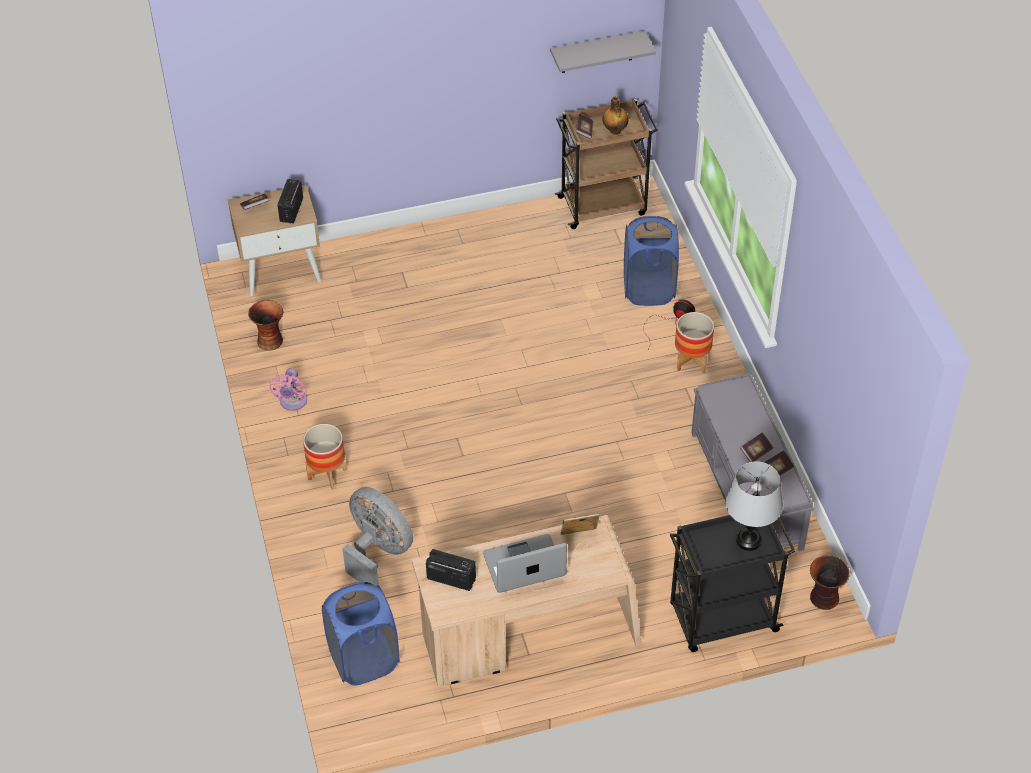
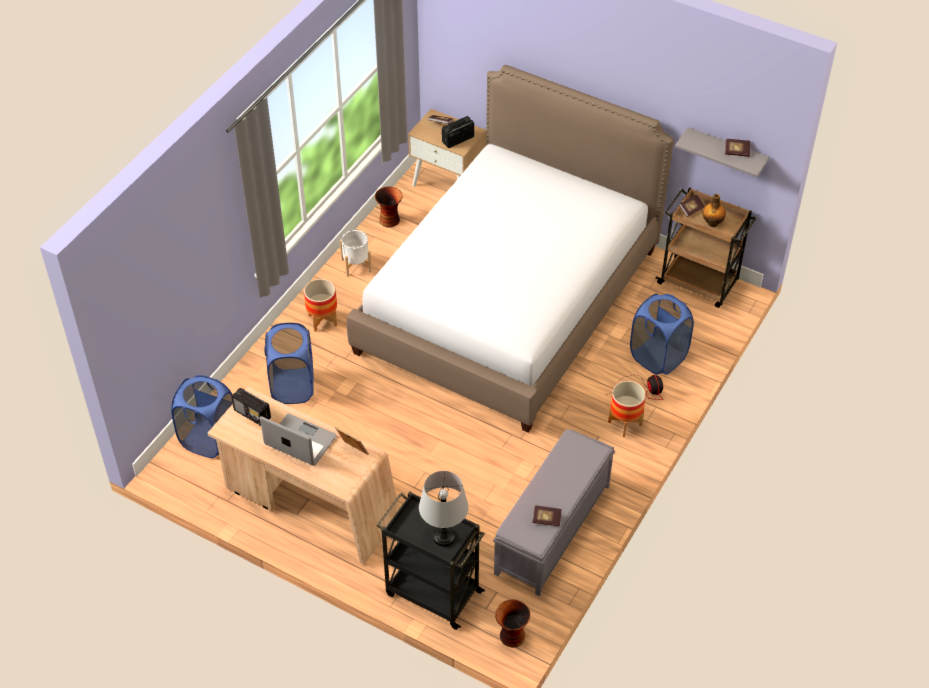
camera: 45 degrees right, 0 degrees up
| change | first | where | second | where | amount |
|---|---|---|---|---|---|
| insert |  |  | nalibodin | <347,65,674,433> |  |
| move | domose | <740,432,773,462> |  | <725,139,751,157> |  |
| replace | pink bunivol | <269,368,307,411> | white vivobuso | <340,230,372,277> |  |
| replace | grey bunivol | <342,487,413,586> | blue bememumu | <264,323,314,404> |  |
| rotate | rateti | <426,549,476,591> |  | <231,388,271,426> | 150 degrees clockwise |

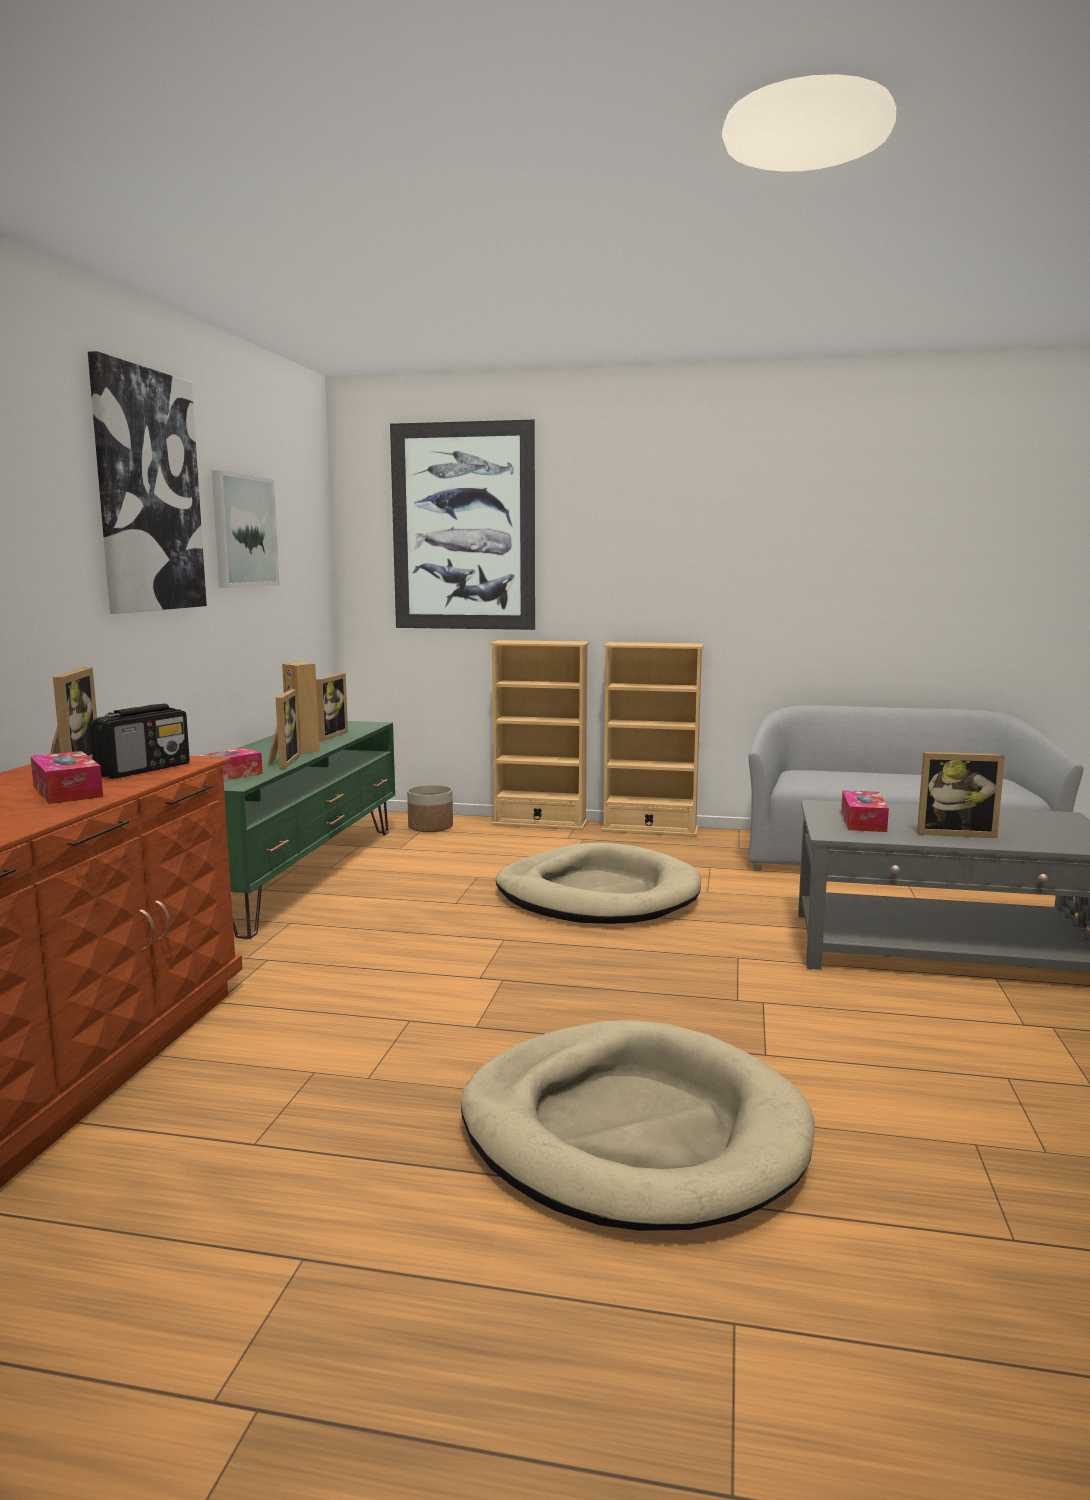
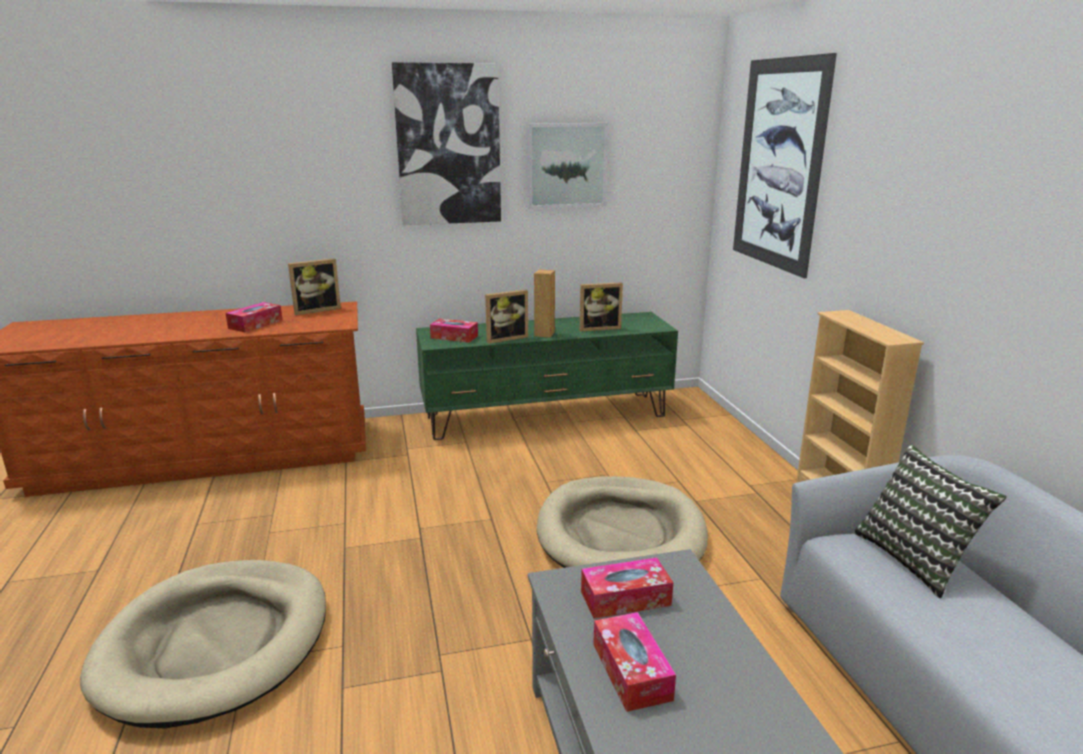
camera: 65 degrees right, 10 degrees up
| change | first | where | second | where | amount |
|---|---|---|---|---|---|
| delete | rateti | <89,704,190,779> |  |  |  |
| delete | vivobuso | <407,785,453,832> |  |  |  |
| delete | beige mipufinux | <490,640,589,830> |  |  |  |
| insert |  |  | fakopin | <854,445,1007,598> |  |
| replace | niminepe | <917,752,1005,838> | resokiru | <593,612,676,712> |  |

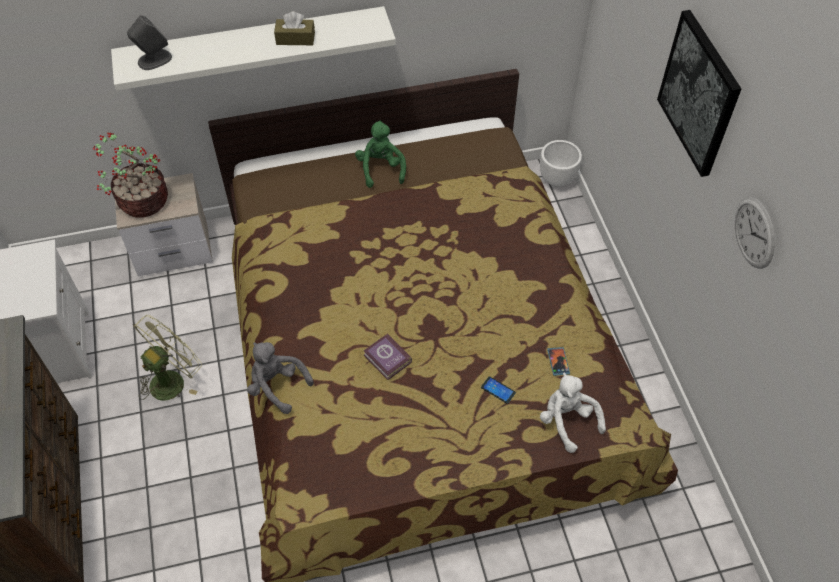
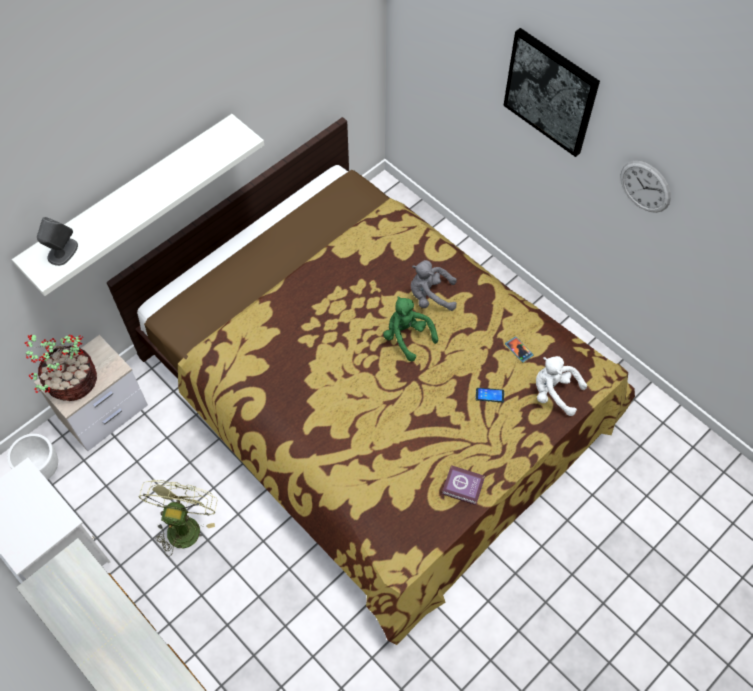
camera: 30 degrees left, 5 degrees up
| change | first | where | second | where | amount |
|---|---|---|---|---|---|
| delete | brown resokiru | <274,12,315,45> |  |  |  |
| move | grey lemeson | <247,342,314,414> |  | <411,260,457,311> |  |
| move | green lemeson | <355,121,406,188> |  | <383,296,438,362> |  |
| move | domose | <364,334,412,380> |  | <442,465,485,505> |  |
| move | white vivobuso | <540,140,582,187> |  | <7,434,58,480> |  |

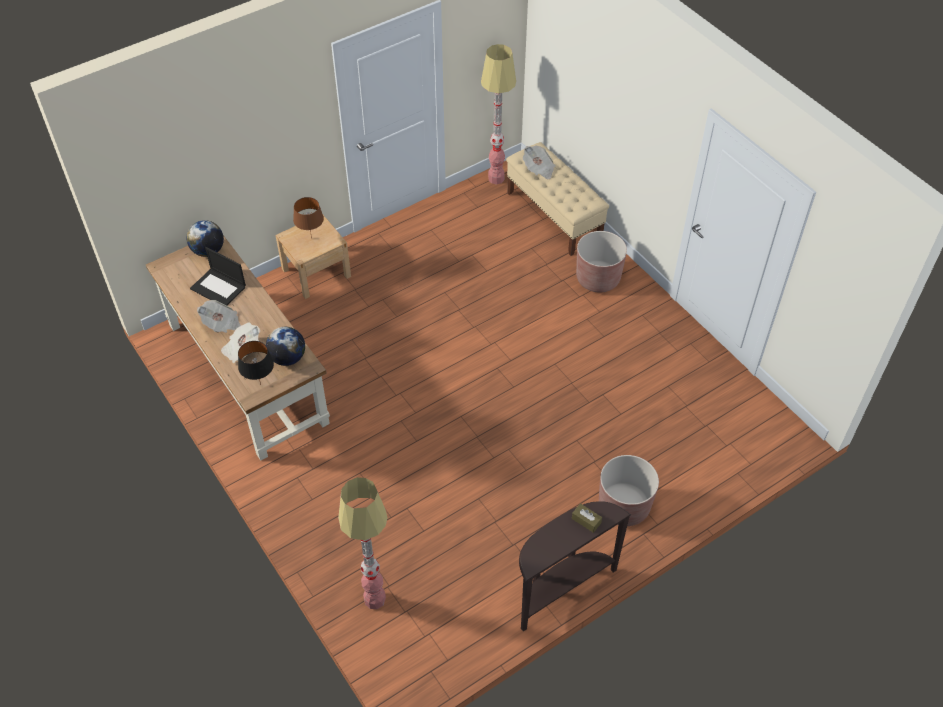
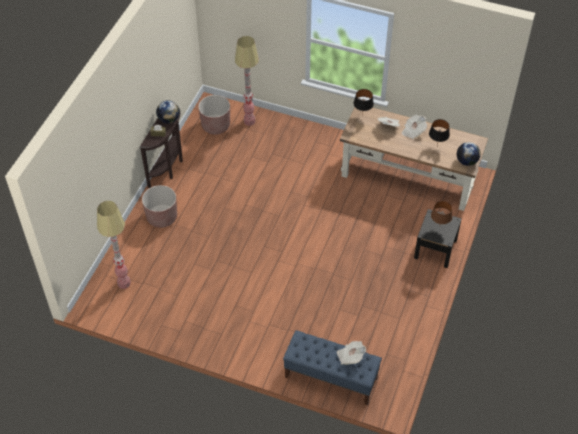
camera: 145 degrees right, 0 degrees up
| change | first | where | second | where | amount |
|---|---|---|---|---|---|
| move | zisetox | <266,327,305,366> |  | <156,100,180,124> |  |
| move | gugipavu | <481,44,516,184> |  | <97,201,131,289> |  |
| move | brown vivobuso | <576,231,627,293> |  | <198,95,230,135> |  |
| replace | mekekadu | <190,247,246,305> | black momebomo | <429,119,450,146> |  |
| recolor | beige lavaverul | <275,215,351,299> | black lavaverul | <414,209,462,268> |  |
| recolor | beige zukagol | <506,142,609,256> | blue zukagol | <283,330,382,405> |  |

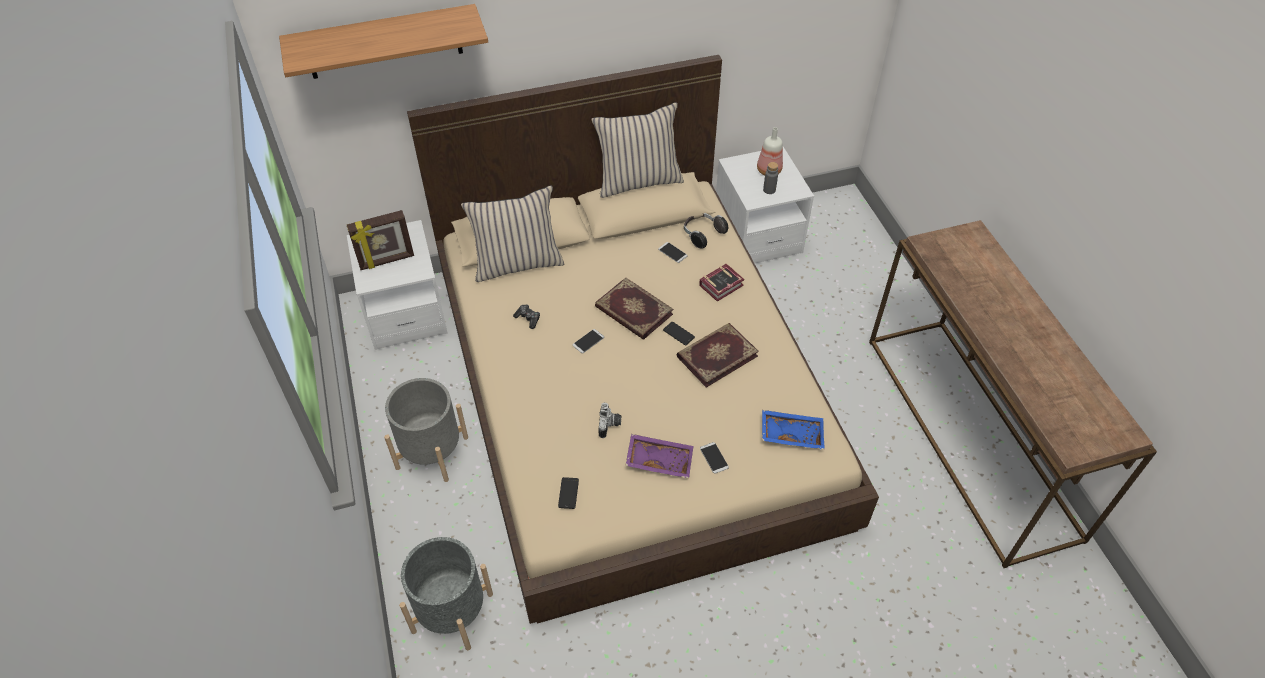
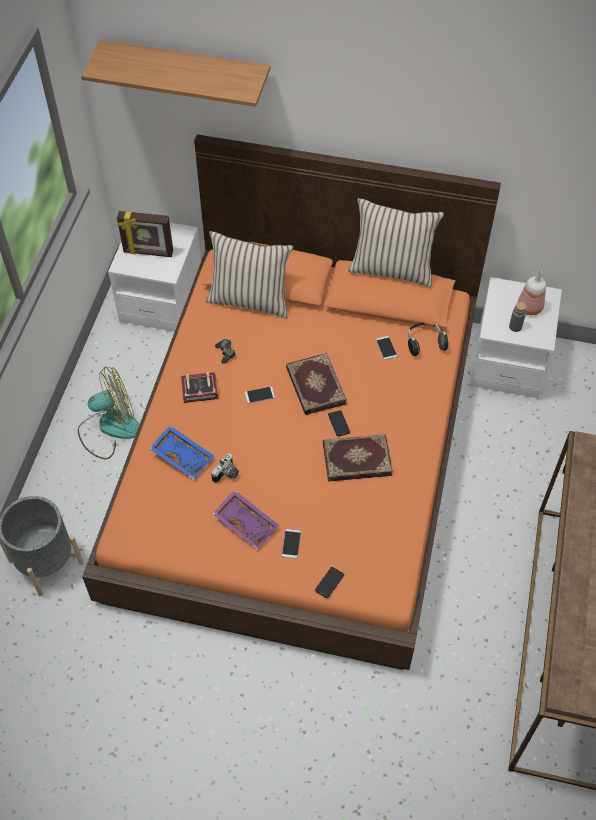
camera: 30 degrees right, 5 degrees up
| change | first | where | second | where | amount |
|---|---|---|---|---|---|
| move | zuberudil | <558,477,579,509> |  | <315,567,344,598> |  |
| move | domose | <699,264,745,302> |  | <181,372,218,403> |  |
| move | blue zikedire | <762,410,825,450> |  | <149,426,214,479> |  |
| replace | grey vivobuso | <384,378,468,482> | bunivol | <78,367,140,459> |  |
| recolor | beige nalibodin | <407,55,879,624> | orange nalibodin | <82,134,501,670> |  |

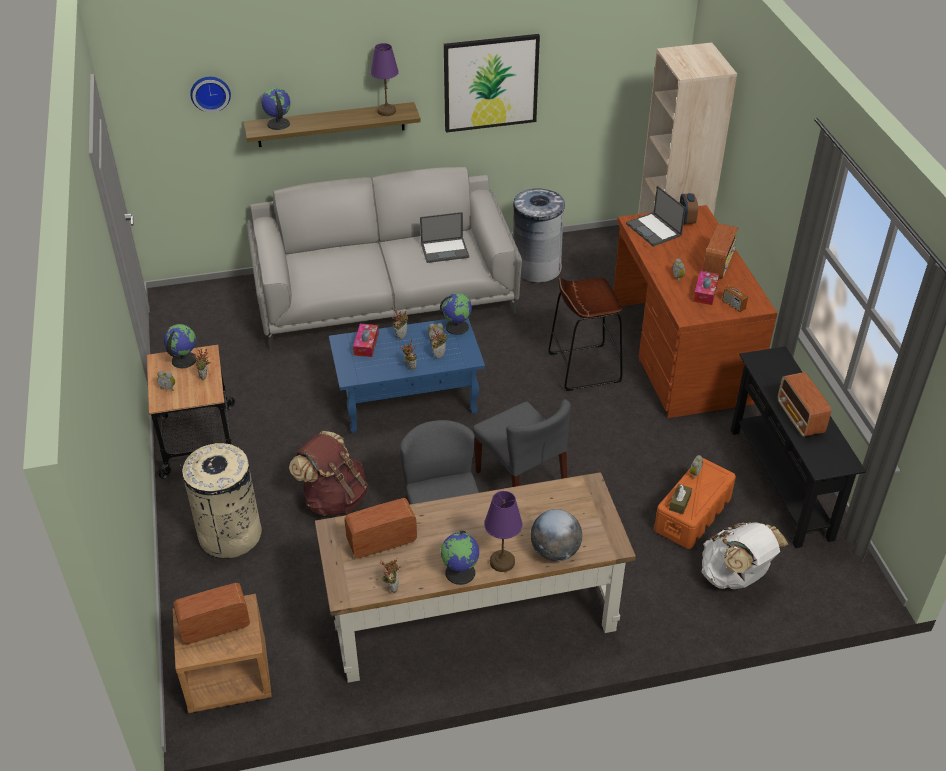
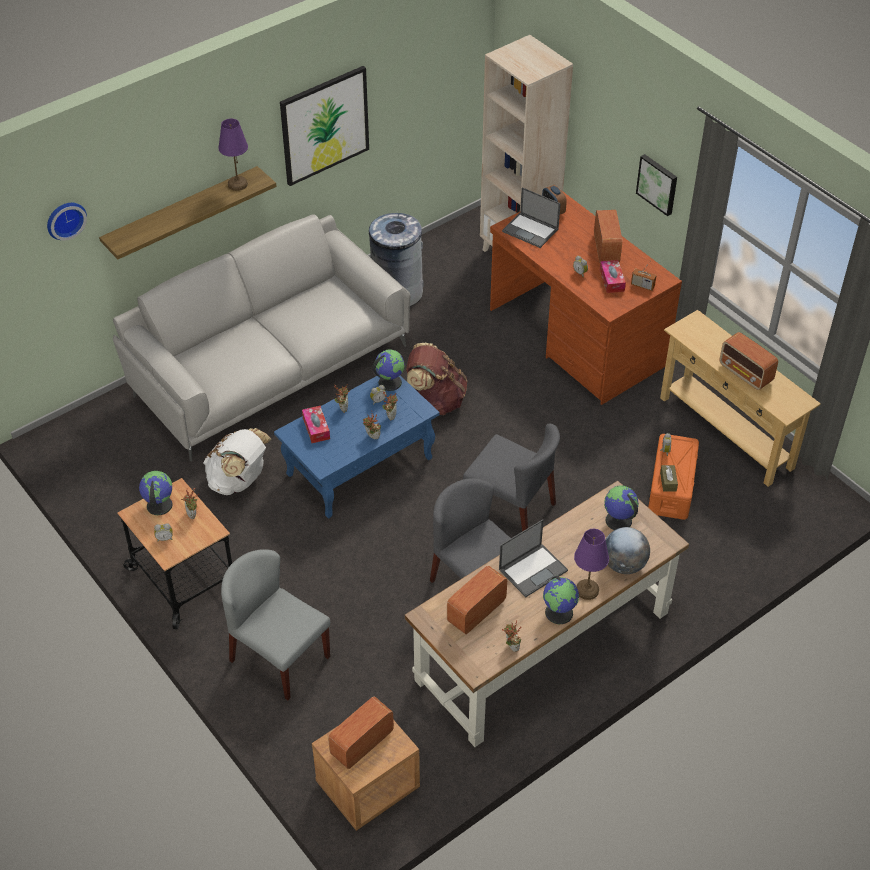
camera: 25 degrees left, 5 degrees up
| change | first | where | second | where | amount |
|---|---|---|---|---|---|
| delete | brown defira | <549,277,622,391> |  |  |  |
| insert |  |  | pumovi | <636,154,677,216> |  |
| move | zisetox | <261,88,291,130> |  | <604,485,639,530> |  |
| move | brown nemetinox | <289,431,368,516> |  | <406,343,467,415> |  |
| move | mekekadu | <420,212,469,263> |  | <499,519,568,597> |  |
| move | white nemetinox | <702,522,788,589> |  | <203,428,271,495> |  |
| replace | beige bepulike | <180,443,262,558> | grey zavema | <221,549,330,700> |  |
| recolor | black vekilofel | <731,346,866,548> | beige vekilofel | <660,310,821,487> |  |

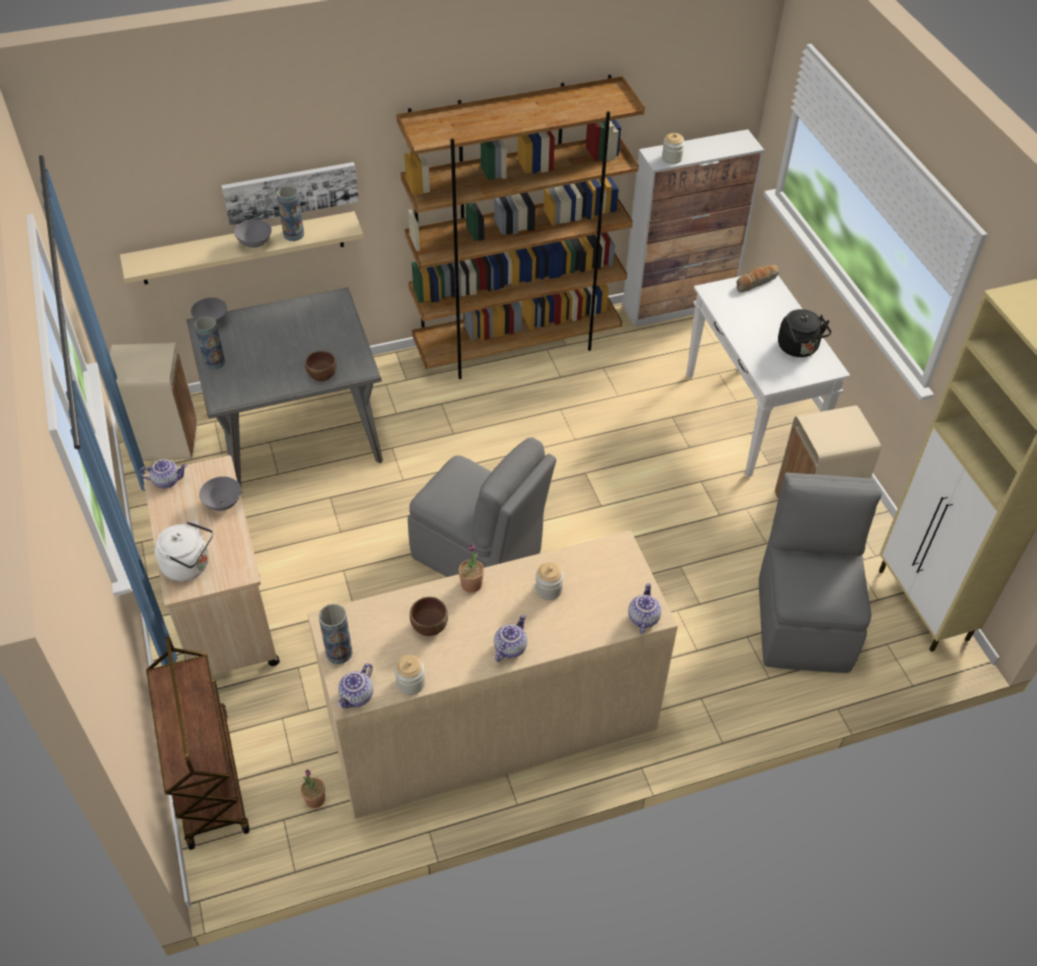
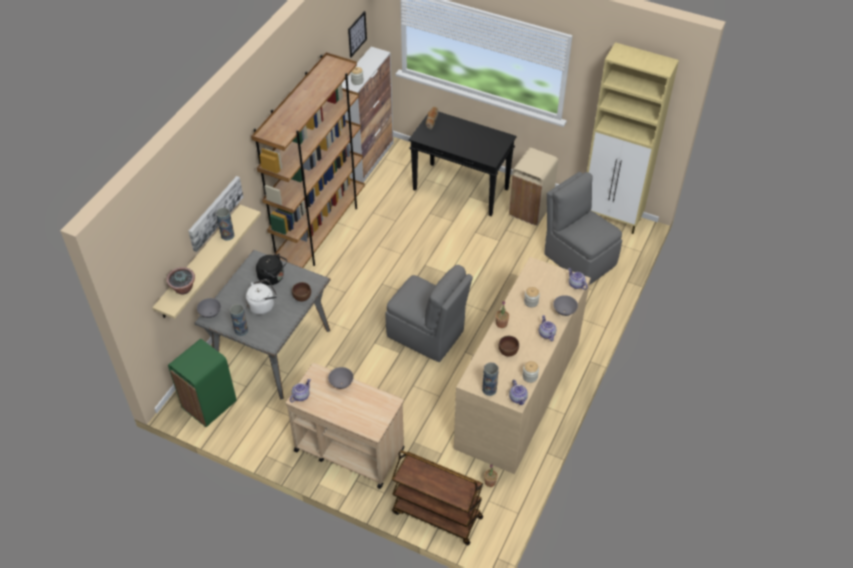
camera: 45 degrees left, 0 degrees up
| change | first | where | second | where | amount |
|---|---|---|---|---|---|
| insert |  |  | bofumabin | <166,267,195,295> |  |
| insert |  |  | pumovi | <348,11,367,58> |  |
| move | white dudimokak | <154,520,213,581> |  | <246,279,277,315> |  |
| move | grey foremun | <234,219,272,248> |  | <553,295,578,316> |  |
| move | black dudimokak | <778,309,831,357> |  | <256,253,287,285> |  |
| recolor | beige bepulike | <104,342,197,462> | green bepulike | <168,339,237,427> |  |
| recolor | white vekilofel | <686,276,850,477> | black vekilofel | <409,111,516,216> |  |
| rotate | grey zavema | <408,437,556,577> |  | <386,265,473,362> | 45 degrees clockwise |

